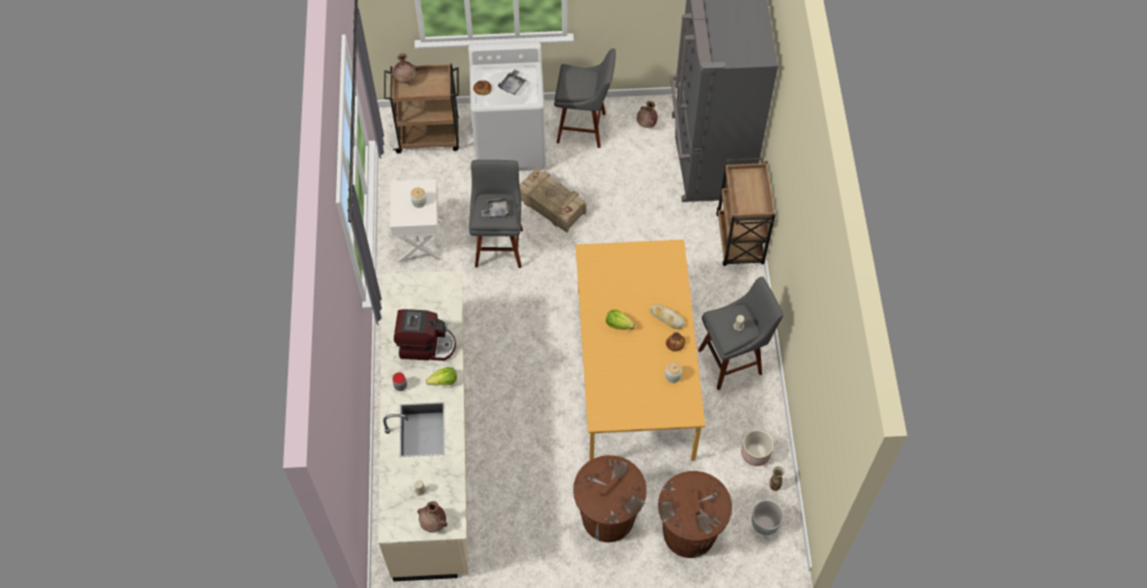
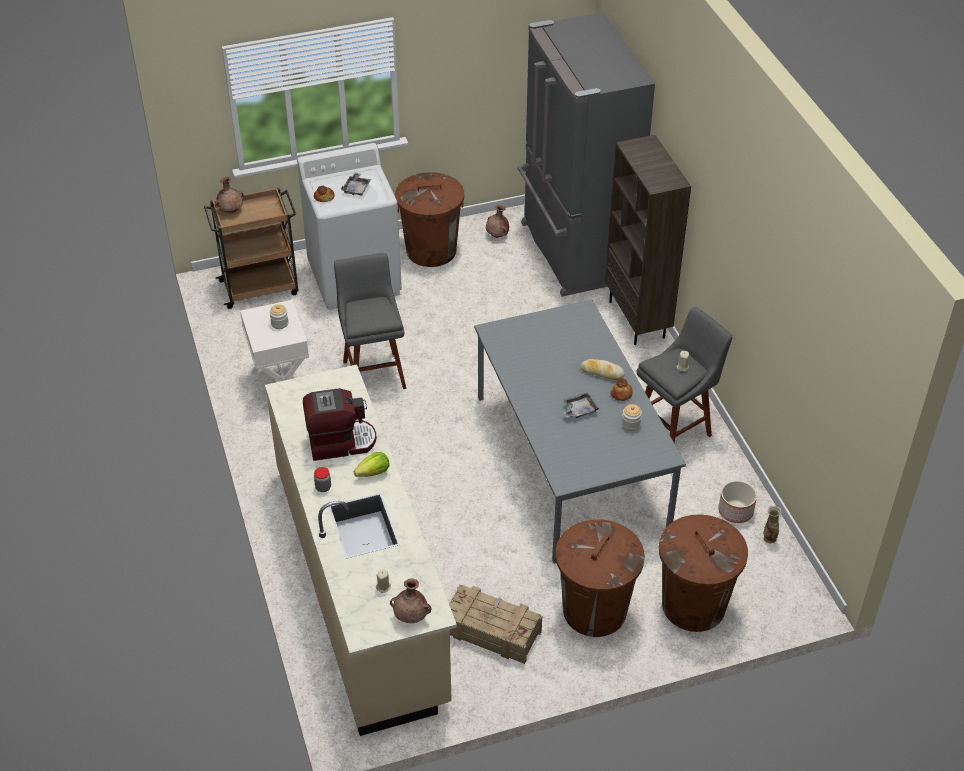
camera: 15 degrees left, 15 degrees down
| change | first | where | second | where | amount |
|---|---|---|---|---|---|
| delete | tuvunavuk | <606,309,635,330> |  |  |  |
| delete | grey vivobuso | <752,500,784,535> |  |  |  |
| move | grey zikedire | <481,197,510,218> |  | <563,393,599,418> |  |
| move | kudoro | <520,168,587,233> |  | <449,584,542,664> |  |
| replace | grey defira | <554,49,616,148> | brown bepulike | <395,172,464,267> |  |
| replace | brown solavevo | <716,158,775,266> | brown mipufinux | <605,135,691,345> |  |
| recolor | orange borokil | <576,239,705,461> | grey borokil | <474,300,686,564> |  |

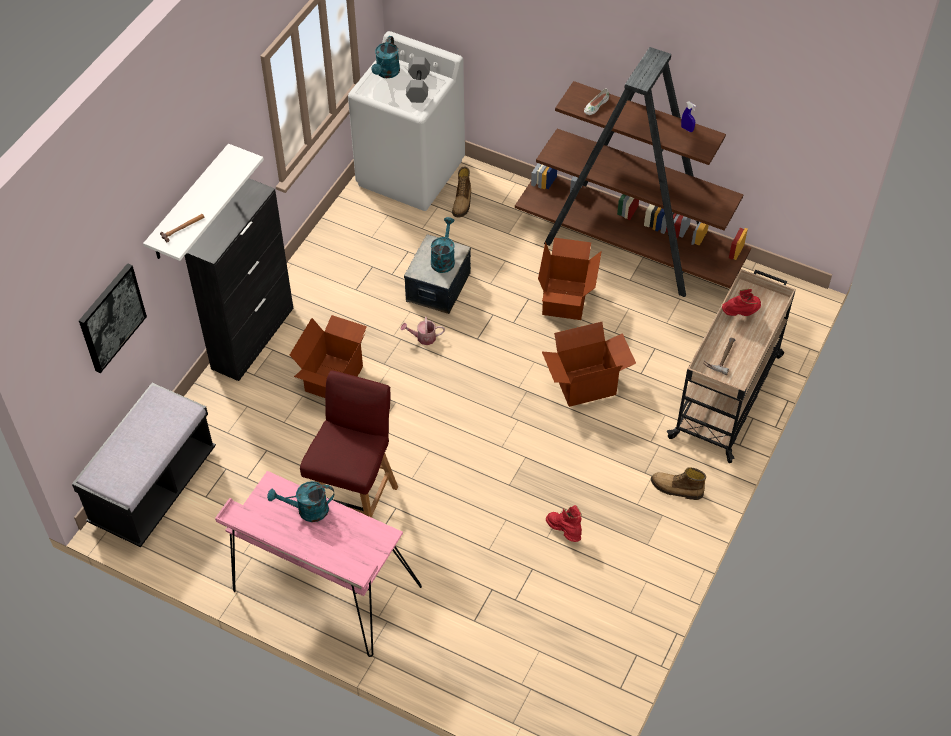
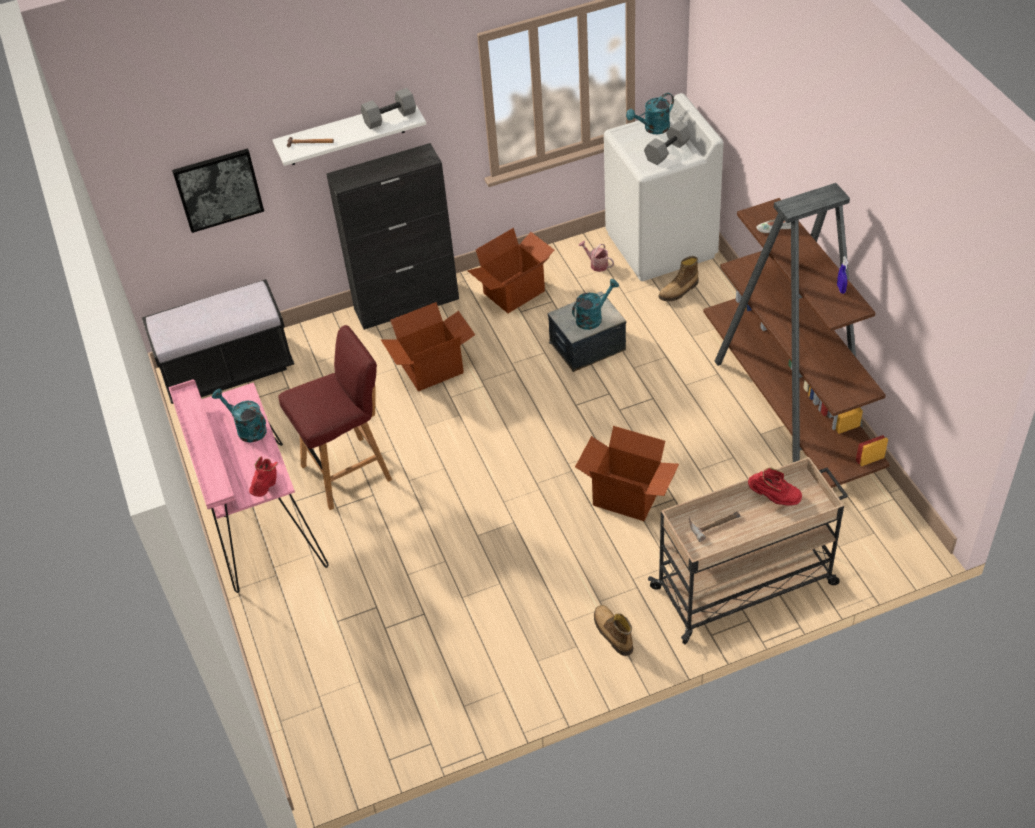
camera: 45 degrees right, 5 degrees down
| change | first | where | second | where | amount |
|---|---|---|---|---|---|
| insert |  |  | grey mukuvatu | <361,88,416,129> |  |
| move | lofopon | <401,317,445,345> |  | <578,241,614,272> |  |
| move | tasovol | <538,238,602,320> |  | <467,228,554,313> |  |
| move | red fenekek | <546,505,582,542> |  | <249,456,278,497> |  |

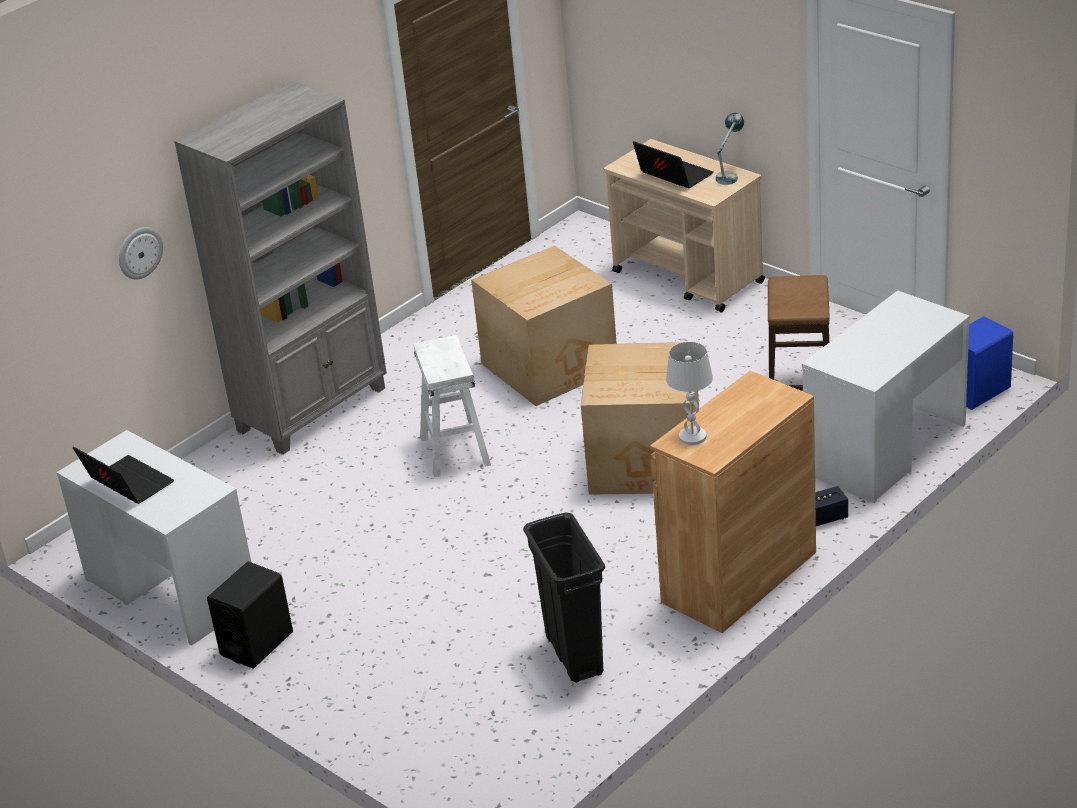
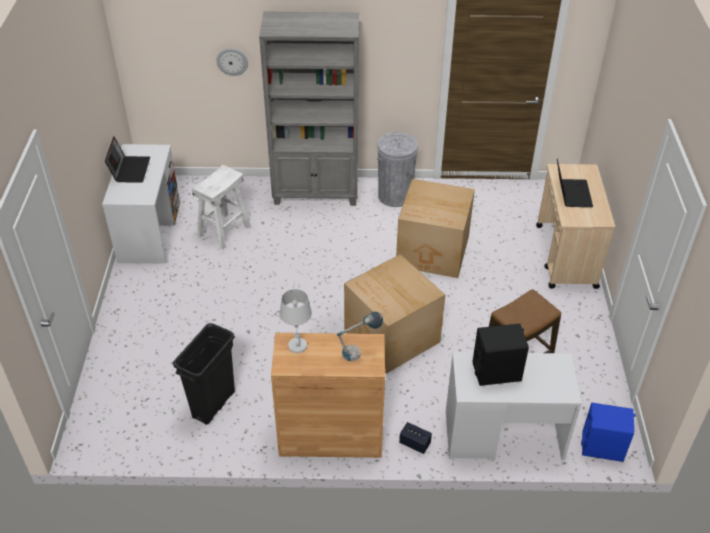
camera: 45 degrees right, 10 degrees up
| change | first | where | second | where | amount |
|---|---|---|---|---|---|
| insert |  |  | grey bepulike | <377,132,418,207> |  |
| move | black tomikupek | <207,561,293,669> |  | <473,323,529,386> |  |
| move | white defira | <413,335,491,477> |  | <192,164,251,250> |  |
| move | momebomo | <716,113,744,185> |  | <337,312,383,361> |  |

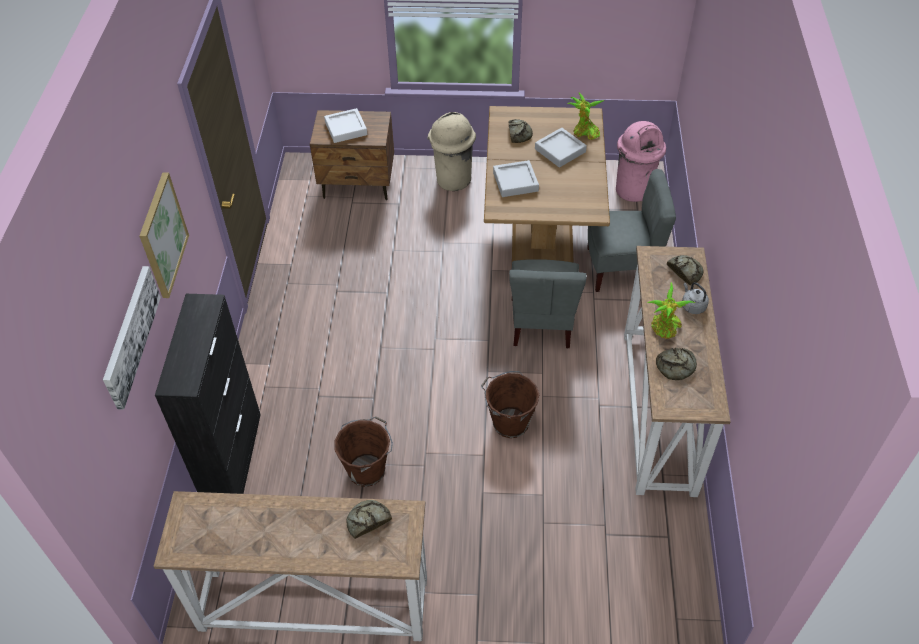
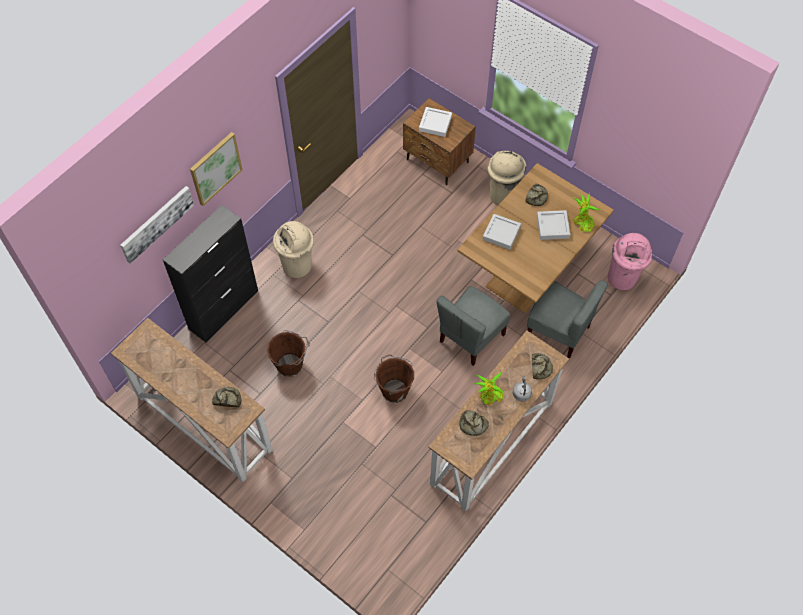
camera: 35 degrees right, 10 degrees up
| change | first | where | second | where | amount |
|---|---|---|---|---|---|
| insert |  |  | beige bepulike | <273,221,314,278> |  |

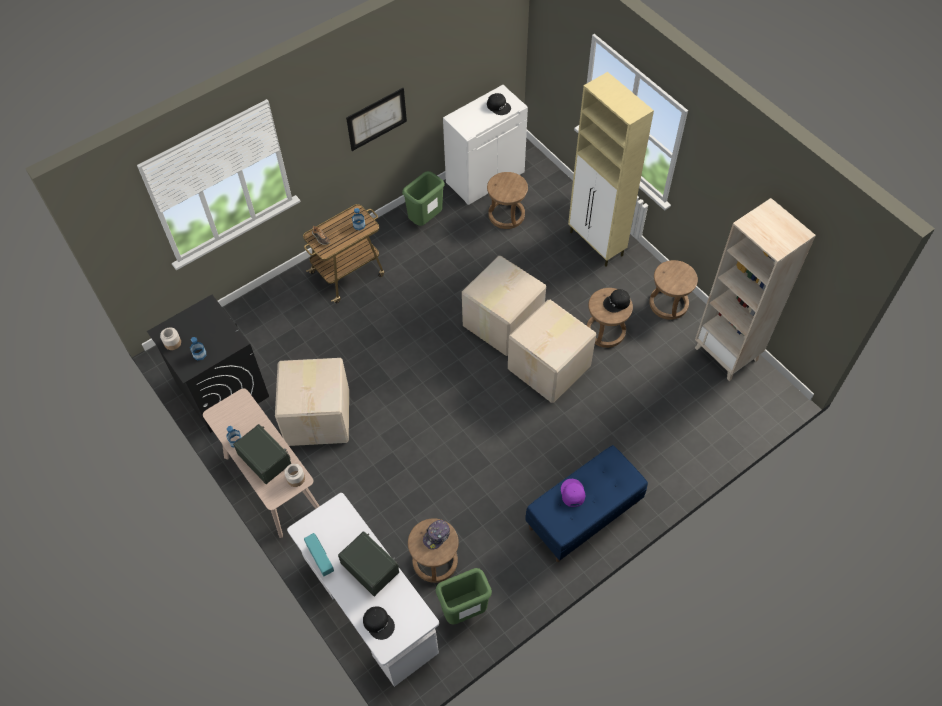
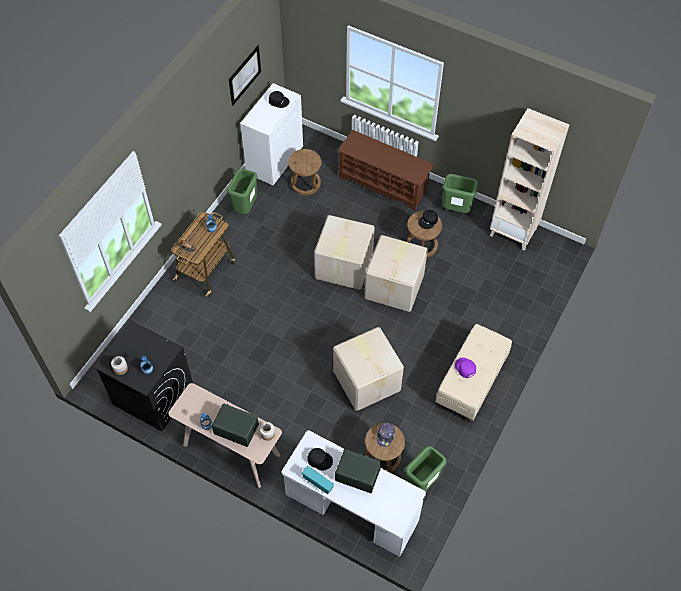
camera: 25 degrees left, 0 degrees up
| change | first | where | second | where | amount |
|---|---|---|---|---|---|
| move | tasovol | <275,358,349,446> |  | <333,327,404,411> |  |
| move | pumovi | <346,88,407,151> |  | <229,45,261,106> |  |
| move | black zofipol | <363,606,395,640> |  | <307,448,333,470> |  |
| replace | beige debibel | <568,72,654,267> | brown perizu | <337,130,434,211> |  |
| replace | brown defira | <649,260,698,320> | green bepulike | <443,174,478,213> |  |
| recolor | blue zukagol | <525,445,648,562> | beige zukagol | <435,324,512,423> |  |

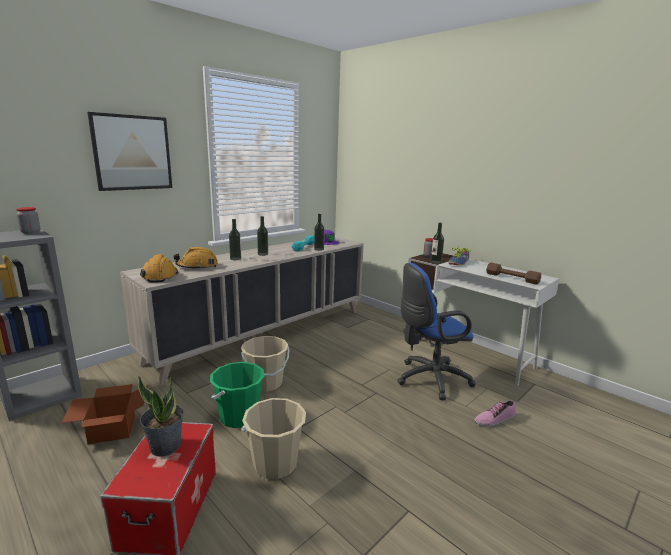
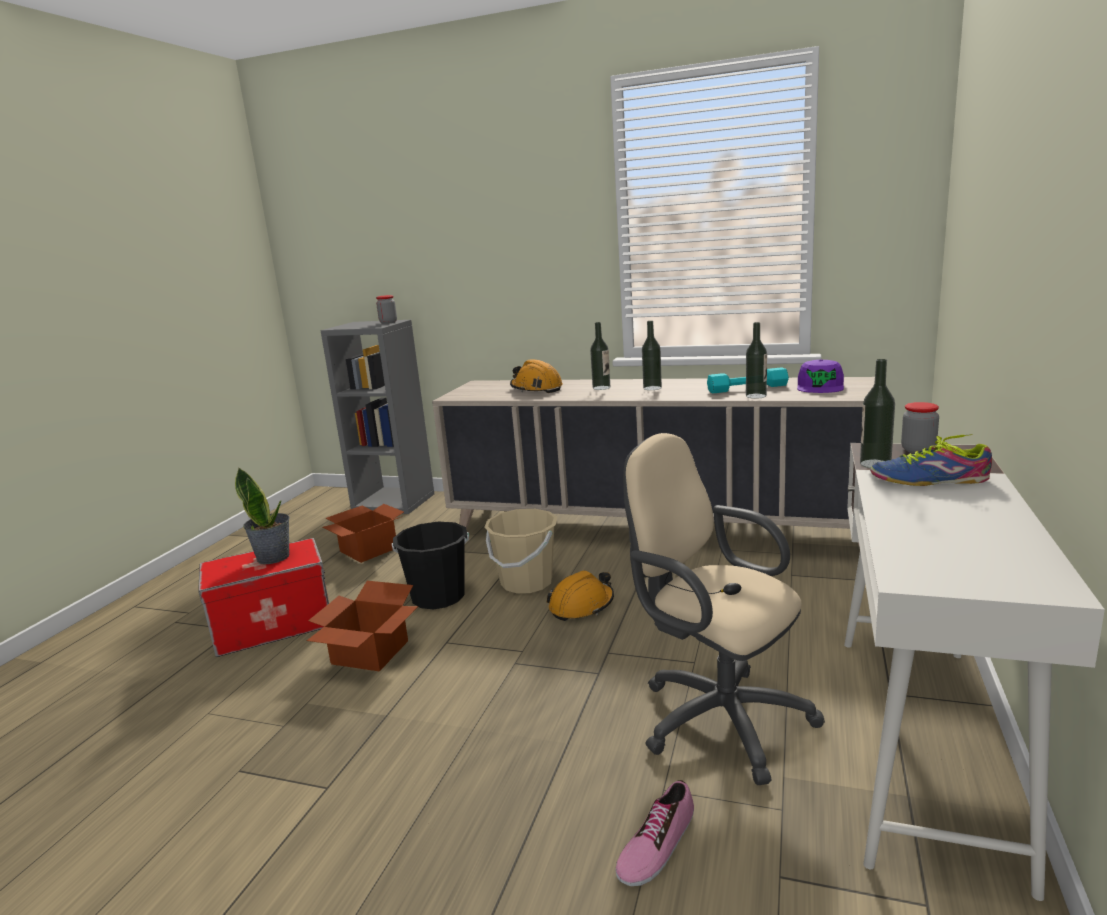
camera: 65 degrees right, 0 degrees up
| change | first | where | second | where | amount |
|---|---|---|---|---|---|
| delete | pumovi | <87,112,172,191> |  |  |  |
| delete | brown mukuvatu | <486,263,541,285> |  |  |  |
| move | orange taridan | <140,254,178,283> |  | <547,570,614,621> |  |
| replace | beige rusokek | <241,398,306,479> | tasovol | <306,581,418,671> |  |
| recolor | green rusokek | <210,362,264,428> | black rusokek | <392,521,469,610> |  |
| recolor | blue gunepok | <397,263,476,400> | beige gunepok | <623,433,825,785> |  |
| rotate | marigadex | <475,400,516,427> |  | <616,780,694,886> | 90 degrees counterclockwise |

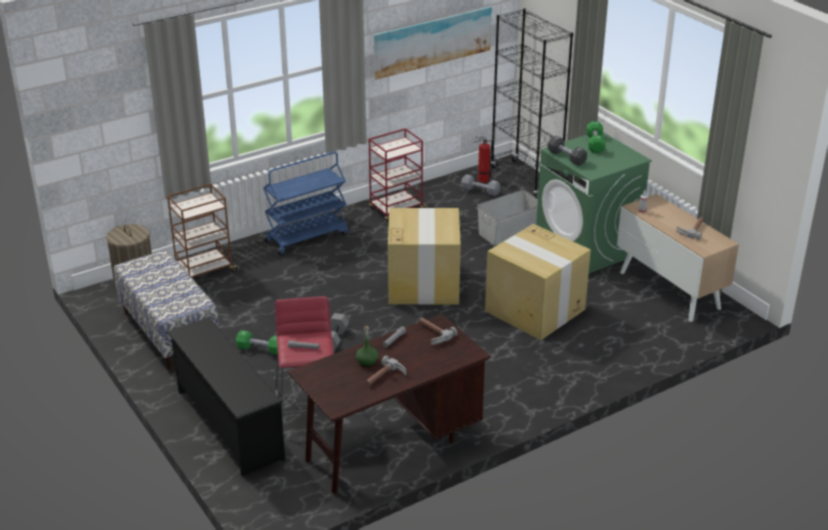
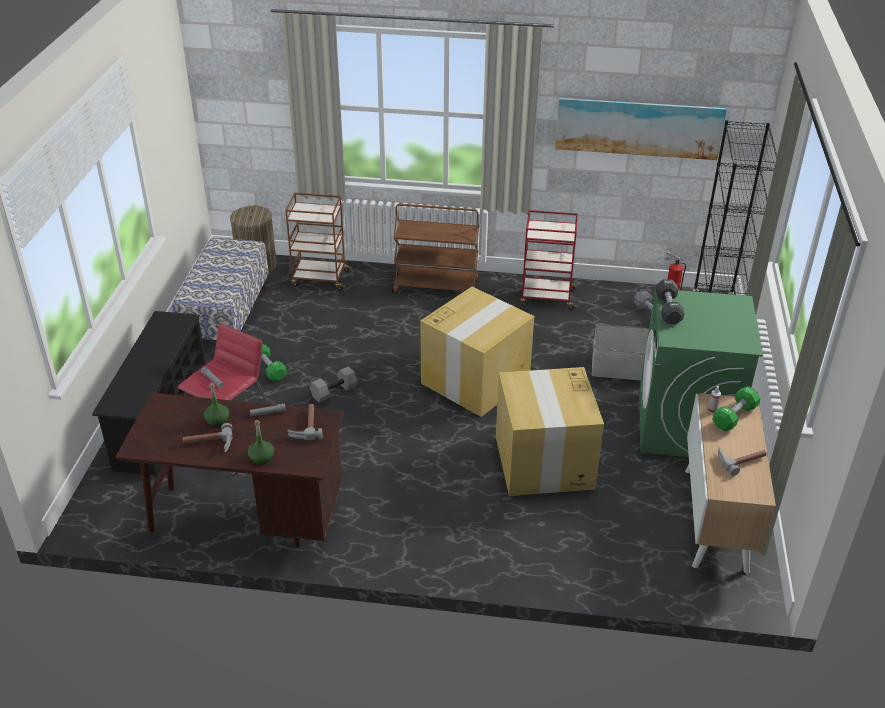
camera: 40 degrees right, 5 degrees up
| change | first | where | second | where | amount |
|---|---|---|---|---|---|
| insert |  |  | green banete | <248,420,274,465> |  |
| move | green mukuvatu | <586,121,605,153> |  | <712,386,760,431> |  |
| recolor | blue solavevo | <263,152,348,256> | brown solavevo | <392,204,479,294> |  |

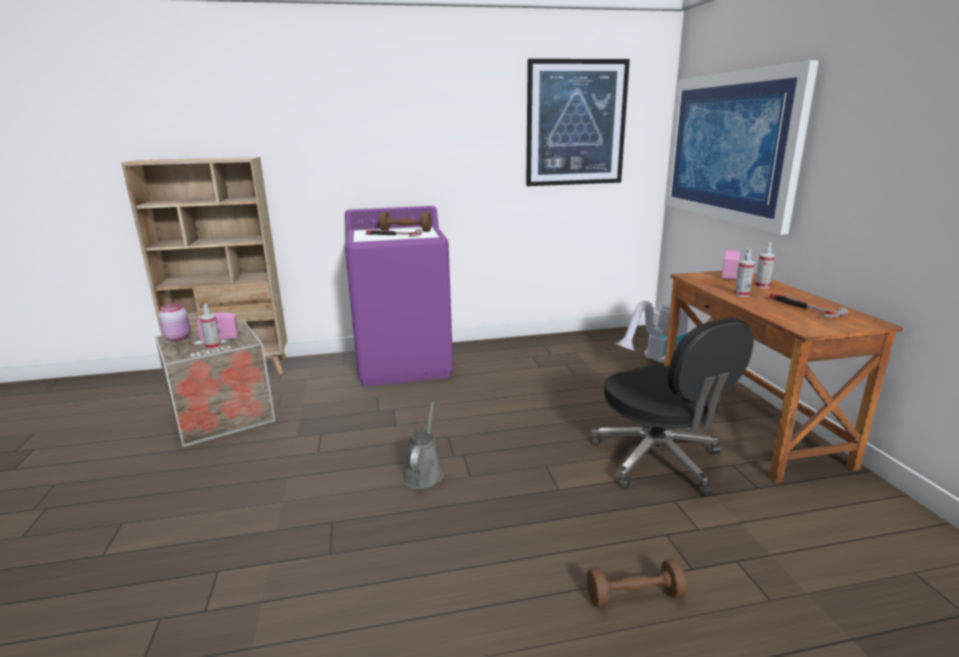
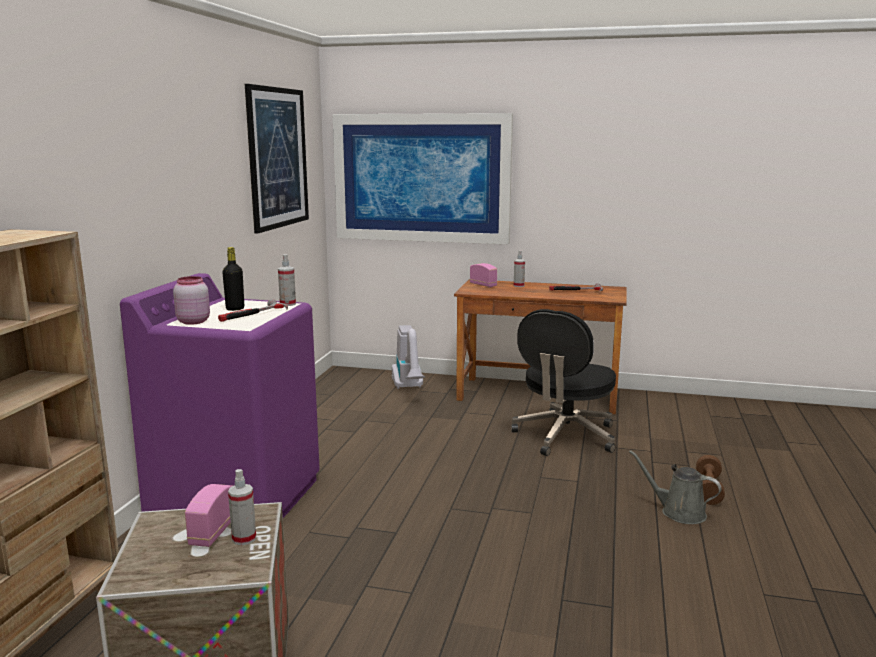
camera: 65 degrees left, 5 degrees down
| change | first | where | second | where | amount |
|---|---|---|---|---|---|
| move | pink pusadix | <158,303,191,341> |  | <173,276,210,325> |  |
| move | grey lofopon | <402,402,443,489> |  | <629,450,722,524> |  |
| move | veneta | <734,249,755,297> |  | <278,254,296,306> |  |
| replace | brown mukuvatu | <379,212,432,232> | black banete | <222,247,244,311> |  |
| rotate | black gunepok | <591,318,754,496> |  | <511,309,616,456> | 120 degrees clockwise |

